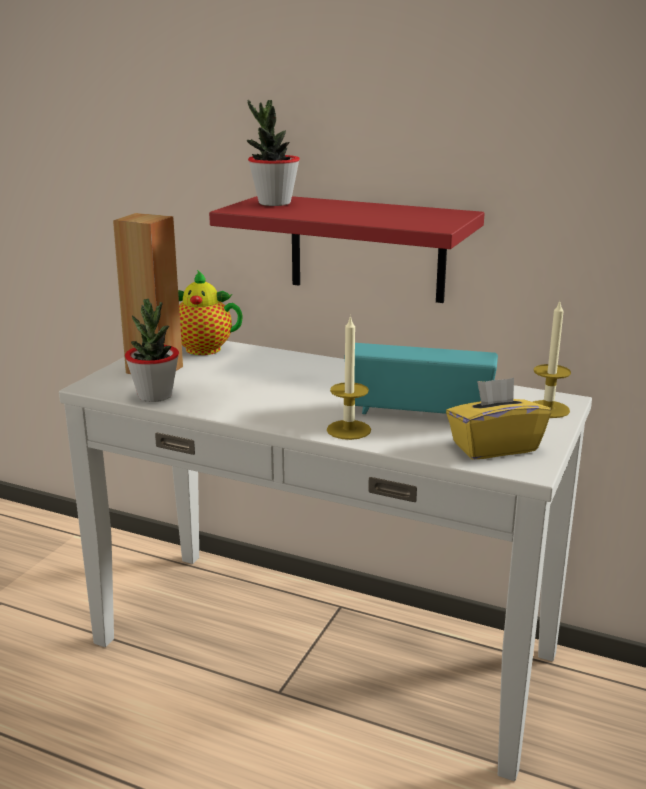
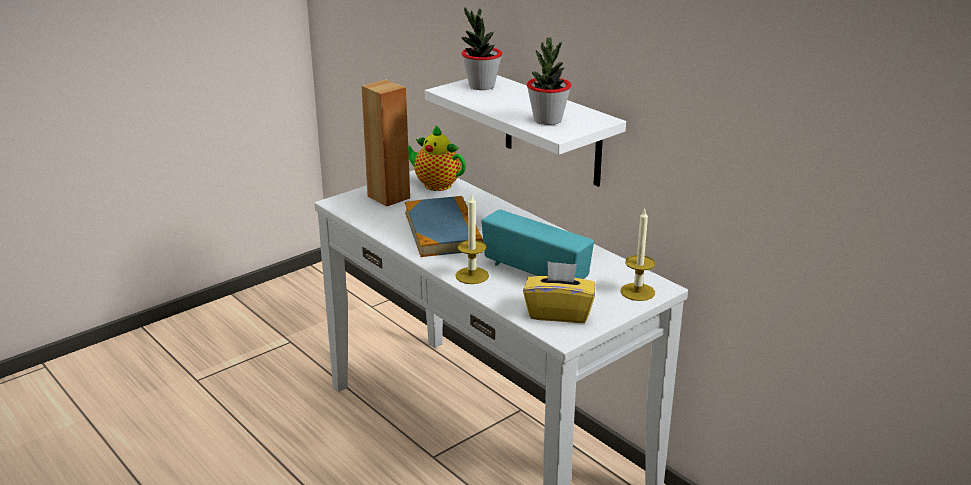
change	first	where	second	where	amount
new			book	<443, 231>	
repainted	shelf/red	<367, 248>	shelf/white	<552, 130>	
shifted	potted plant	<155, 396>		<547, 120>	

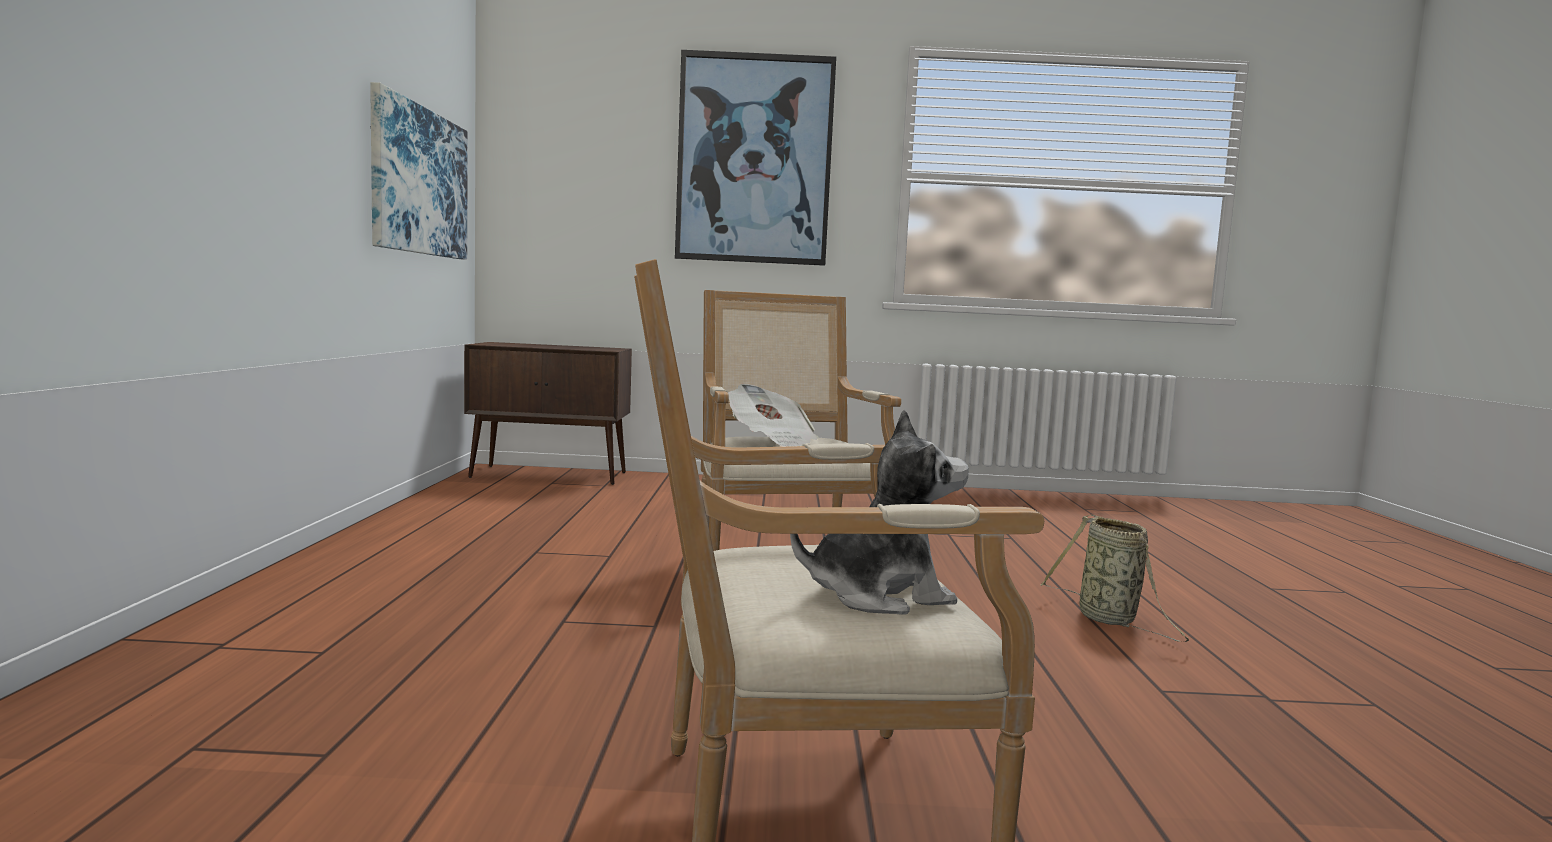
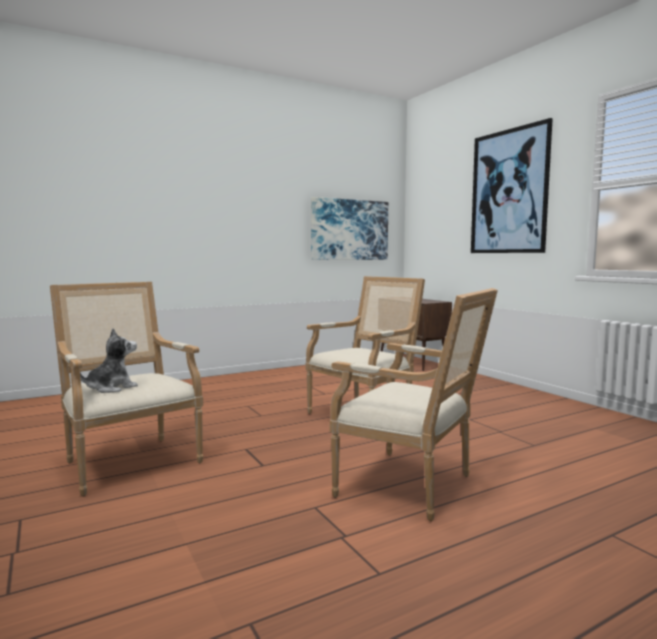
change	first	where	second	where	amount
rotated	plush toy	<879, 595>		<111, 388>	90 degrees counterclockwise
swapped	basket	<1110, 620>	armchair	<412, 486>	
gone	newspaper	<771, 441>			

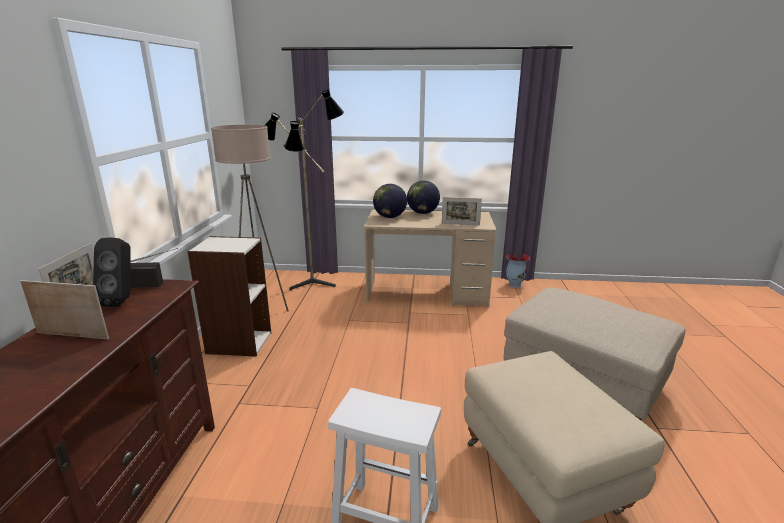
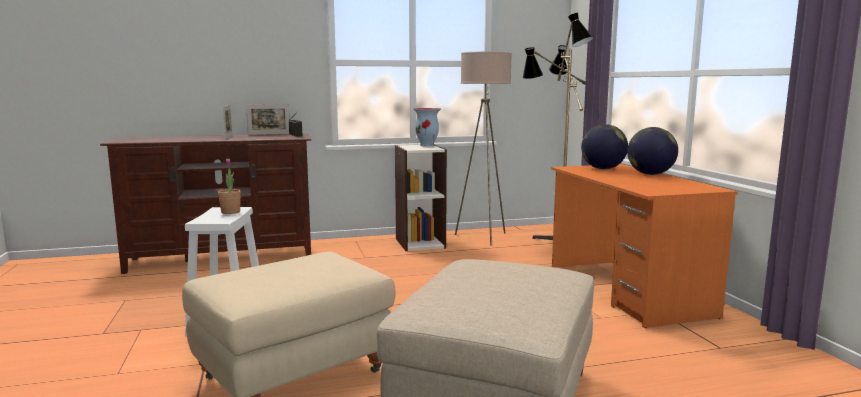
change	first	where	second	where	amount
new			potted plant	<230, 212>	
shifted	vase	<514, 285>		<427, 145>	
repainted	desk/beige	<427, 293>	desk/orange	<626, 290>	
gone	speaker/black	<122, 300>			
gone	picture frame	<460, 224>			

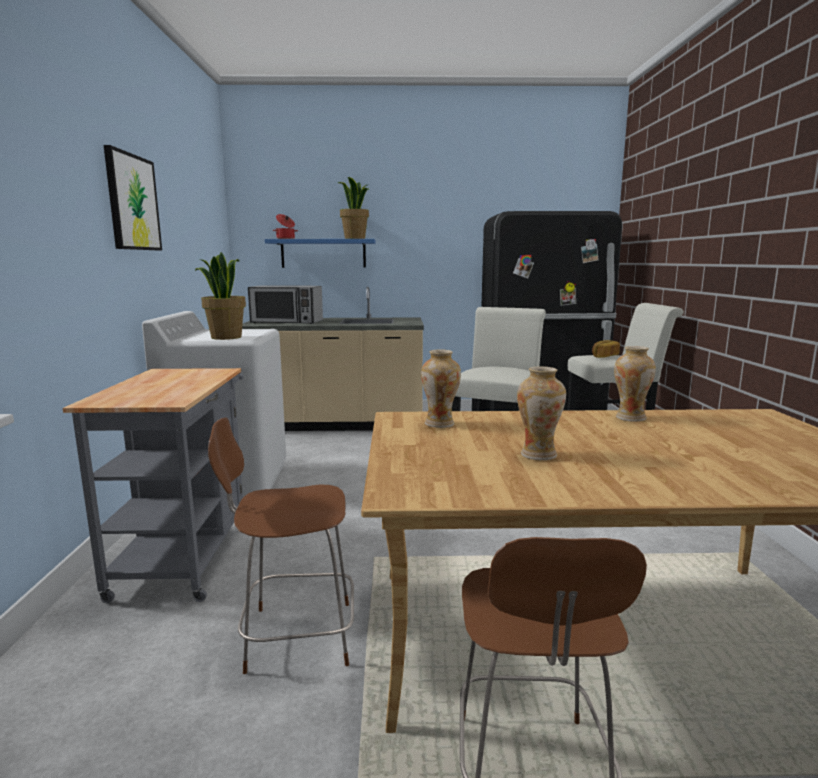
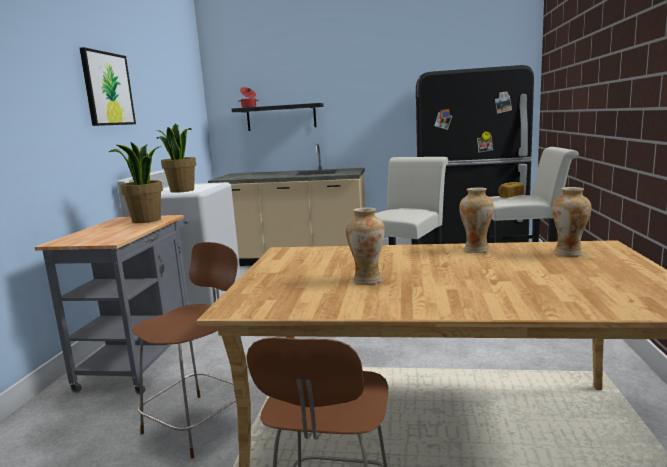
change	first	where	second	where	amount
shifted	potted plant	<355, 239>		<146, 220>	
rotated	chair/brown	<295, 636>		<199, 422>	120 degrees clockwise
repainted	shelf/blue	<323, 253>	shelf/black	<281, 117>	
shifted	vase	<440, 424>		<568, 253>	
gone	microwave	<287, 322>			

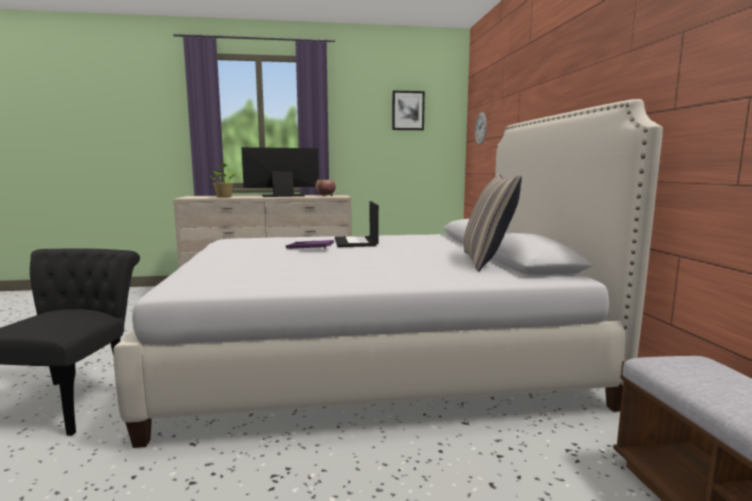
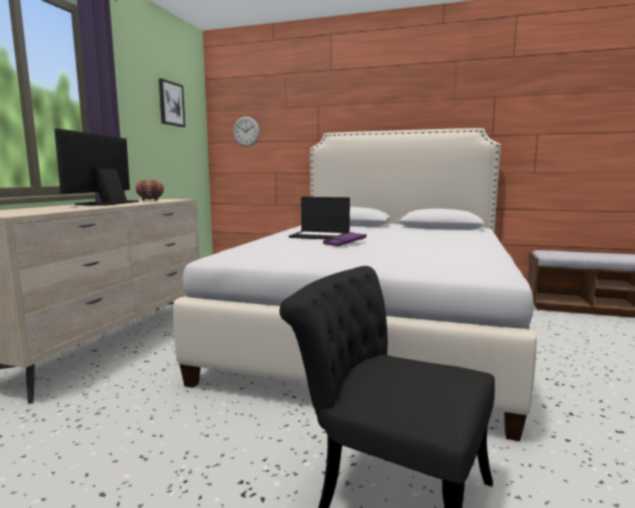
change	first	where	second	where	amount
gone	potted plant	<224, 197>			
gone	pillow	<487, 261>			

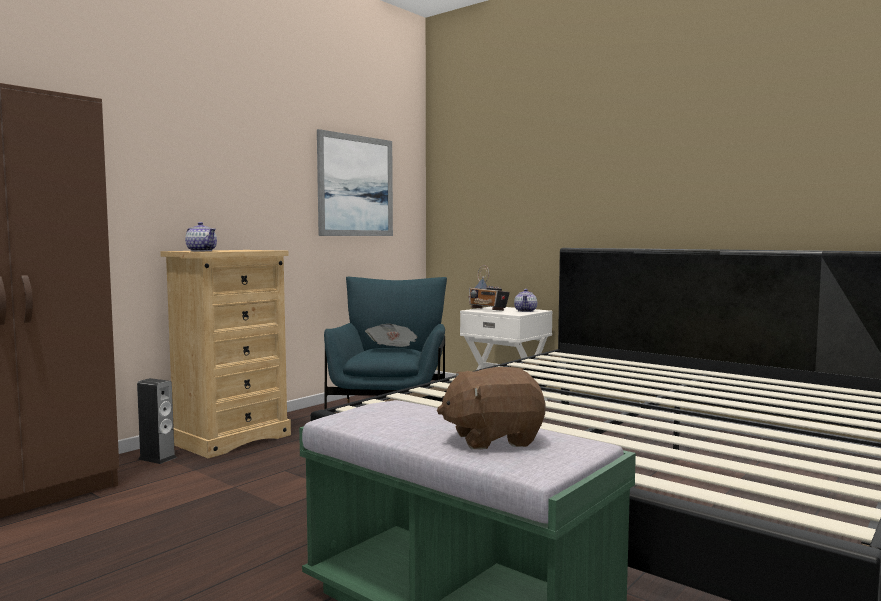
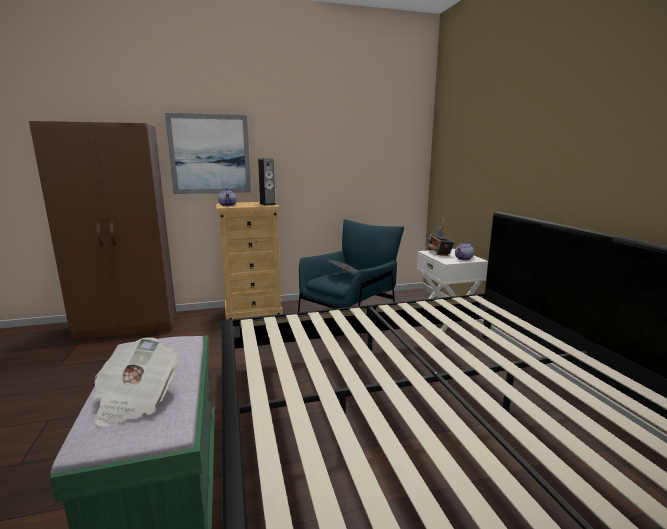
change	first	where	second	where	amount
swapped	plush toy/brown	<492, 439>	newspaper	<135, 400>	
shifted	picture	<356, 186>		<210, 154>	
shifted	speaker	<157, 458>		<267, 204>	

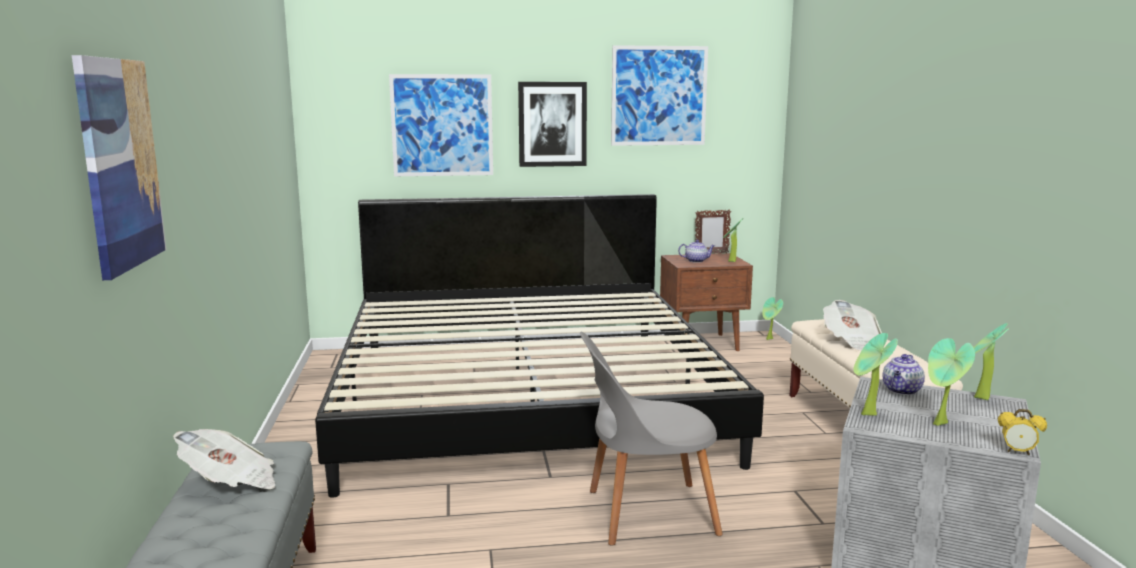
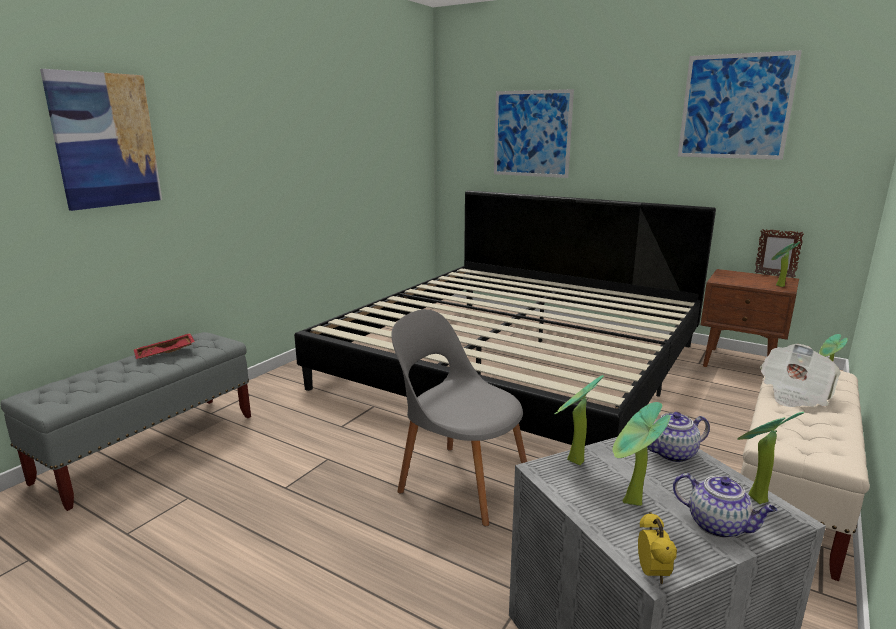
change	first	where	second	where	amount
swapped	newspaper	<231, 483>	tray/red	<165, 353>	
rotated	alarm clock	<1017, 452>		<652, 574>	150 degrees counterclockwise
shifted	teapot	<696, 261>		<719, 526>	
gone	picture	<552, 124>			

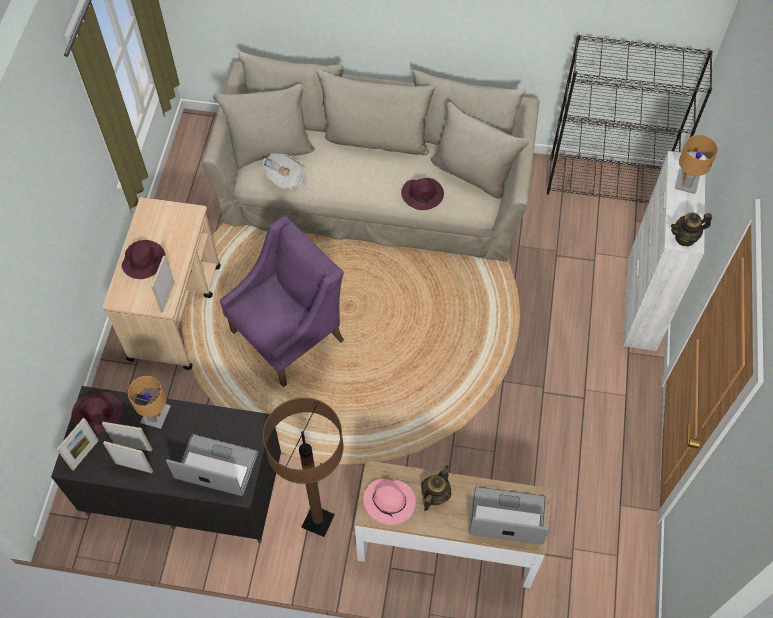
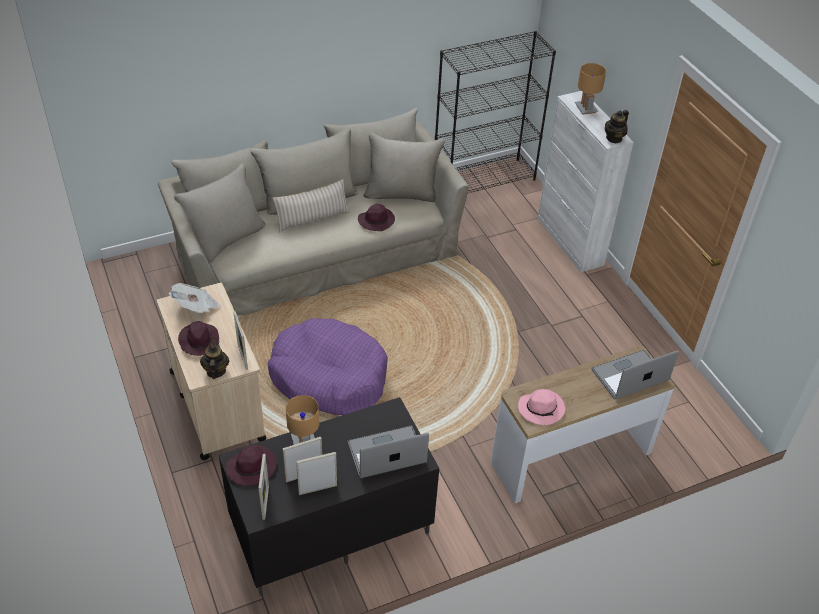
change	first	where	second	where	amount
shifted	newspaper	<287, 179>		<196, 307>	
shifted	teapot	<434, 495>		<215, 371>	
swapped	armchair/purple	<289, 335>	dog bed/purple	<329, 377>	
new			pillow/beige	<312, 218>	
gone	floor lamp/brown	<318, 521>			

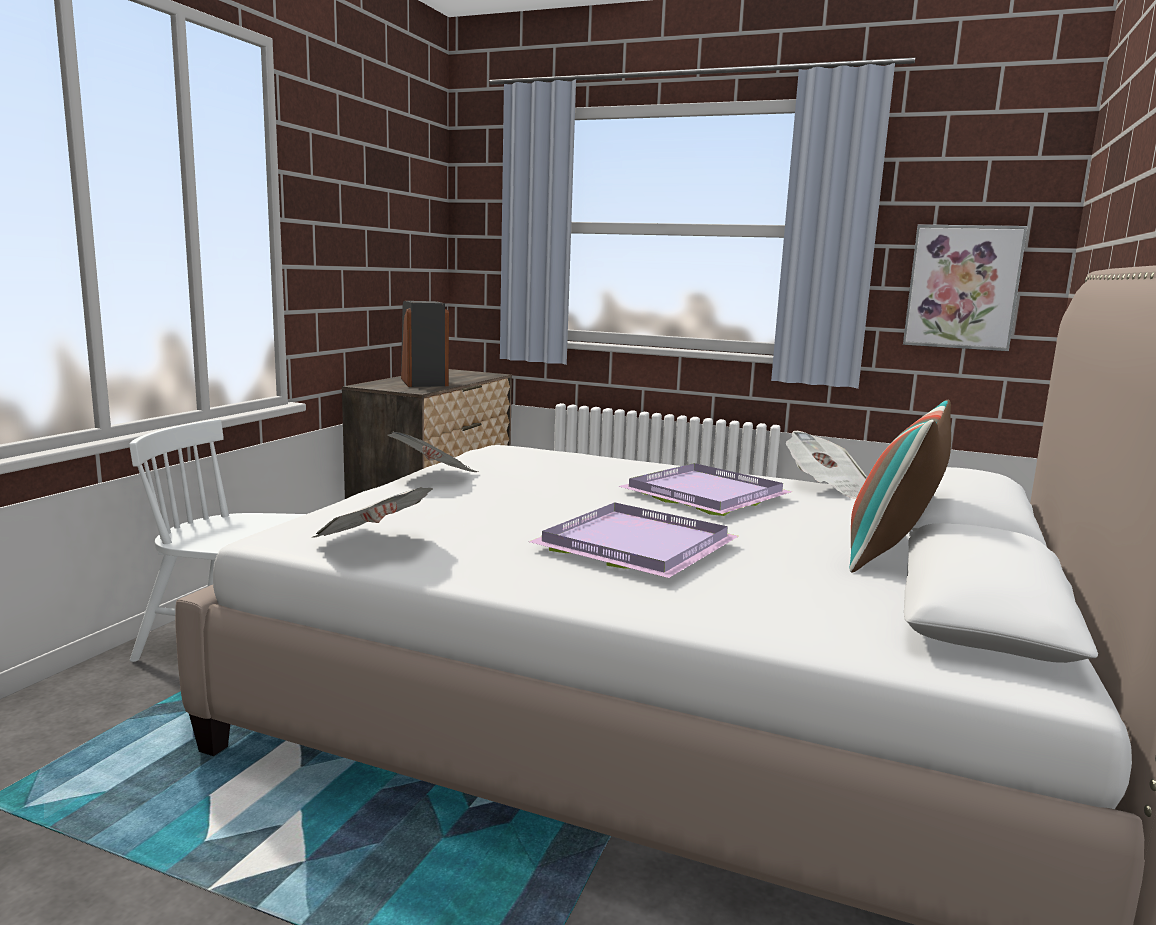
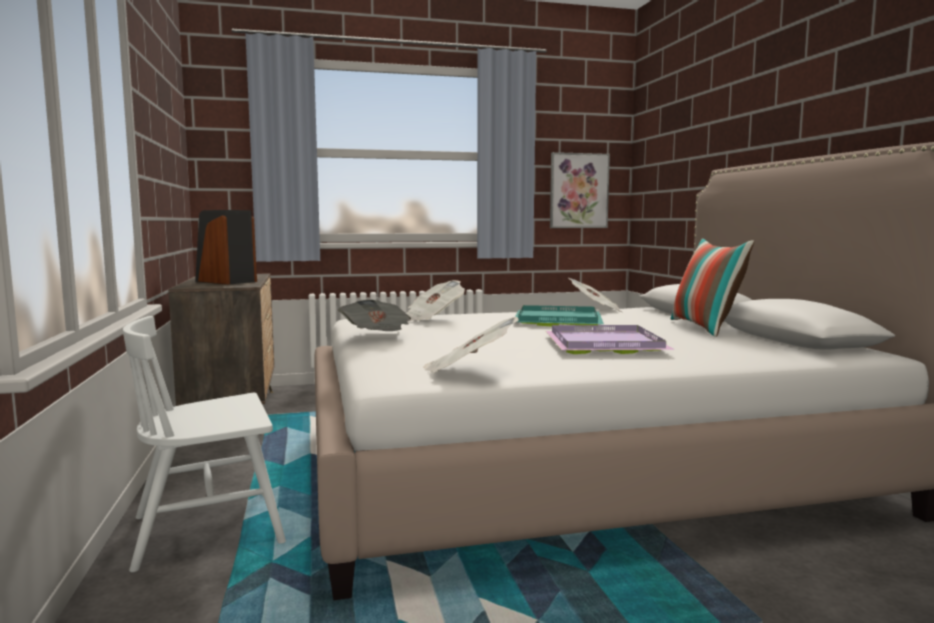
change	first	where	second	where	amount
new			newspaper	<431, 318>	
repainted	tray/purple	<705, 495>	tray/turquoise	<559, 321>	

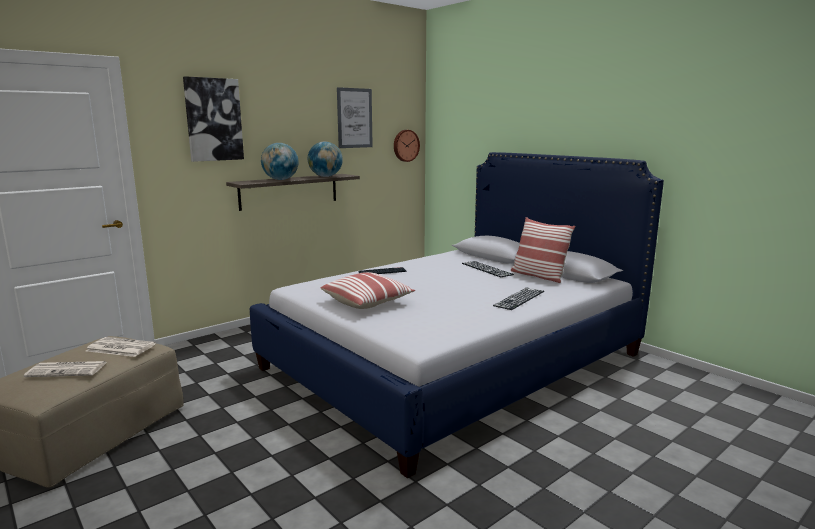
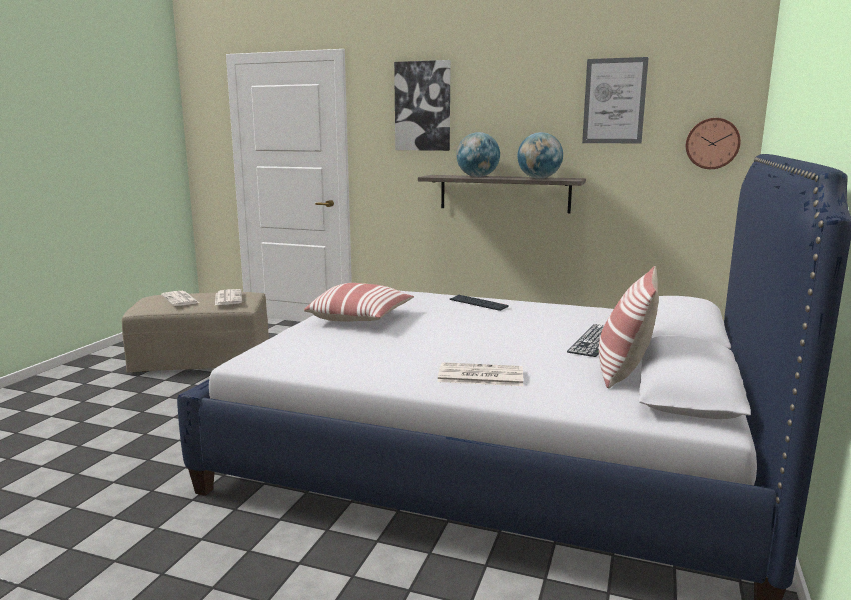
change	first	where	second	where	amount
swapped	keyboard	<519, 298>	newspaper	<479, 376>	

